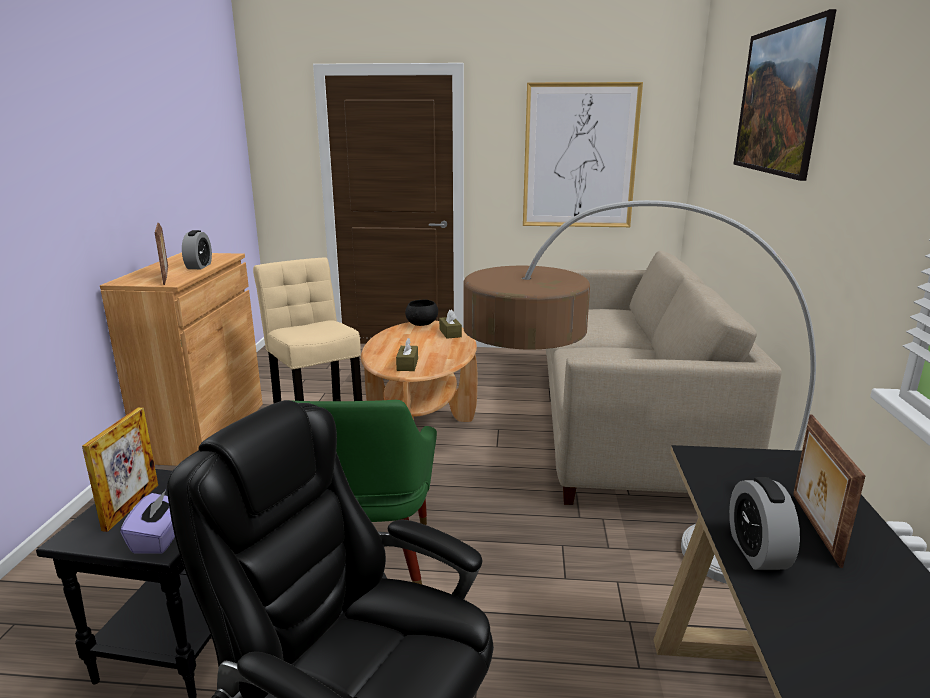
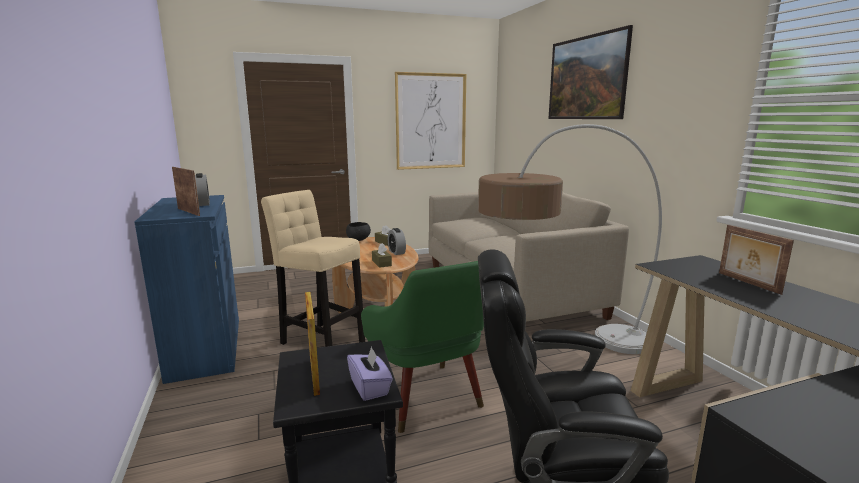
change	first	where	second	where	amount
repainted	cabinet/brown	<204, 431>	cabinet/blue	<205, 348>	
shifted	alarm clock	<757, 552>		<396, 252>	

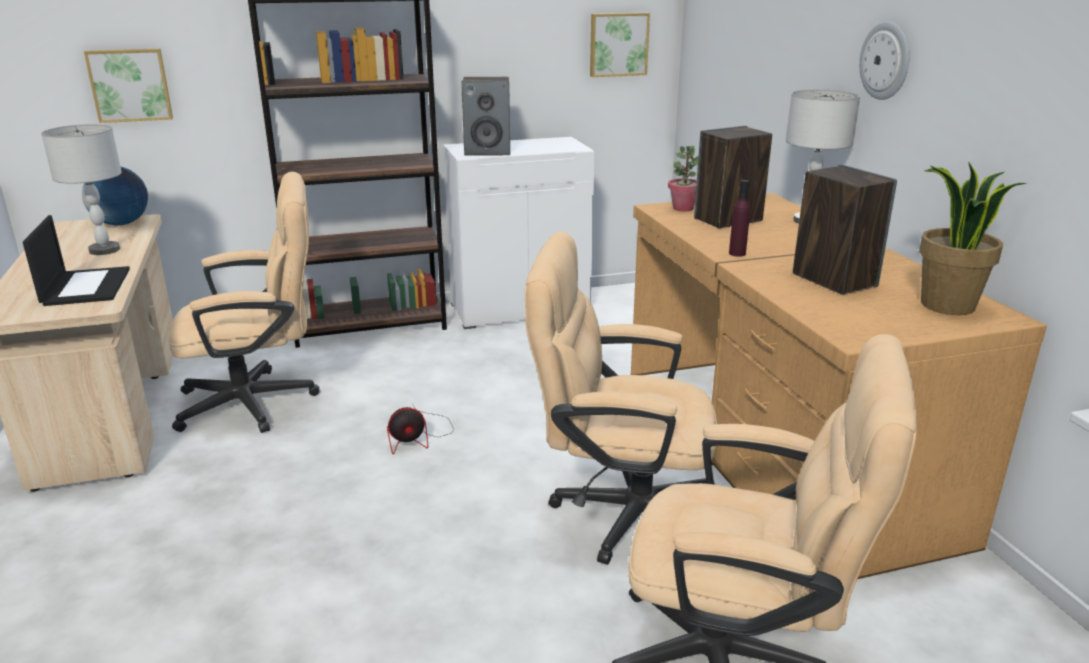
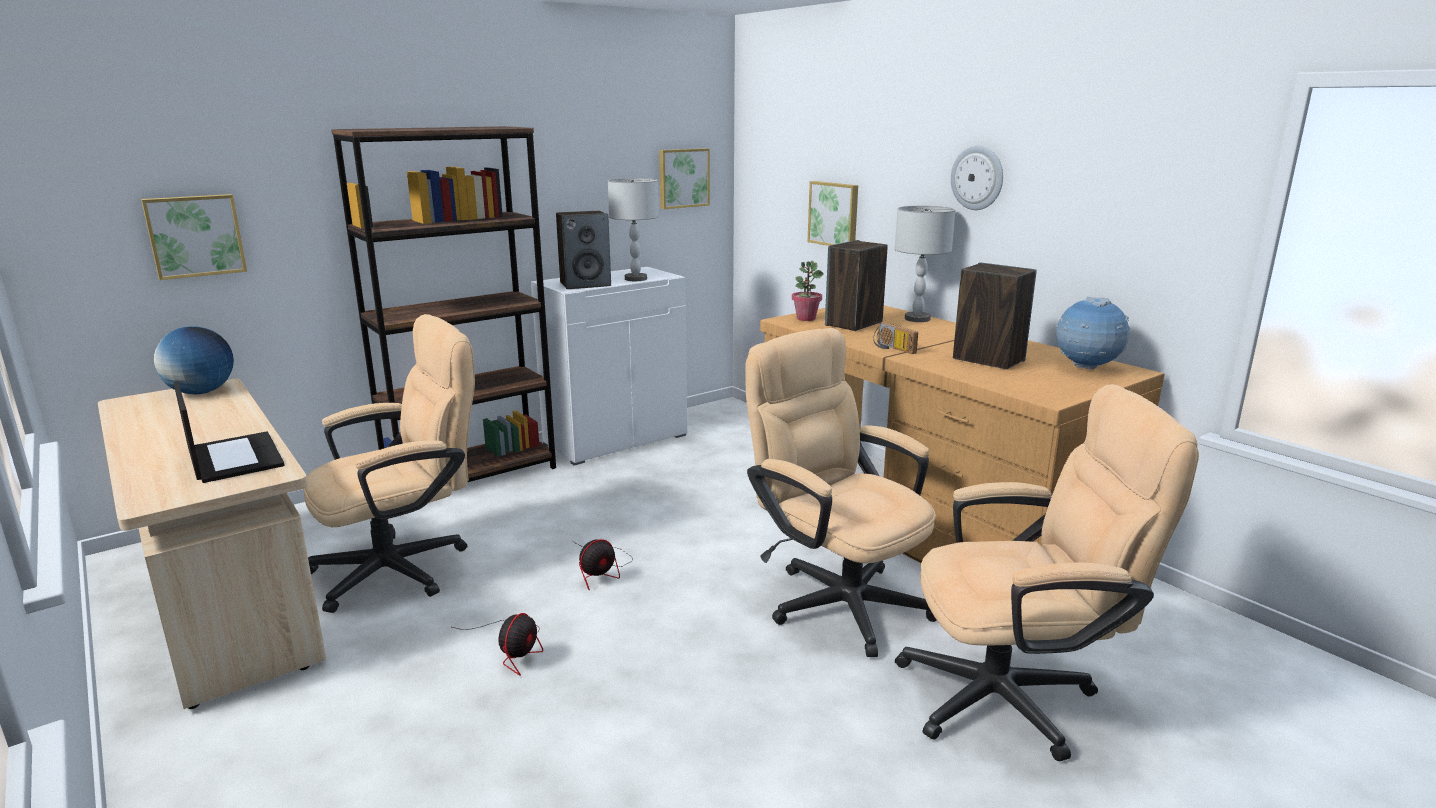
change	first	where	second	where	amount
new			fan	<514, 649>	
shifted	table lamp/grey	<104, 250>		<635, 279>	
rotated	office chair/beige	<619, 512>		<836, 598>	60 degrees clockwise
new			picture	<834, 214>	
swapped	bottle/purple	<737, 253>	radio	<892, 348>	
swapped	potted plant	<947, 305>	globe	<1086, 368>	

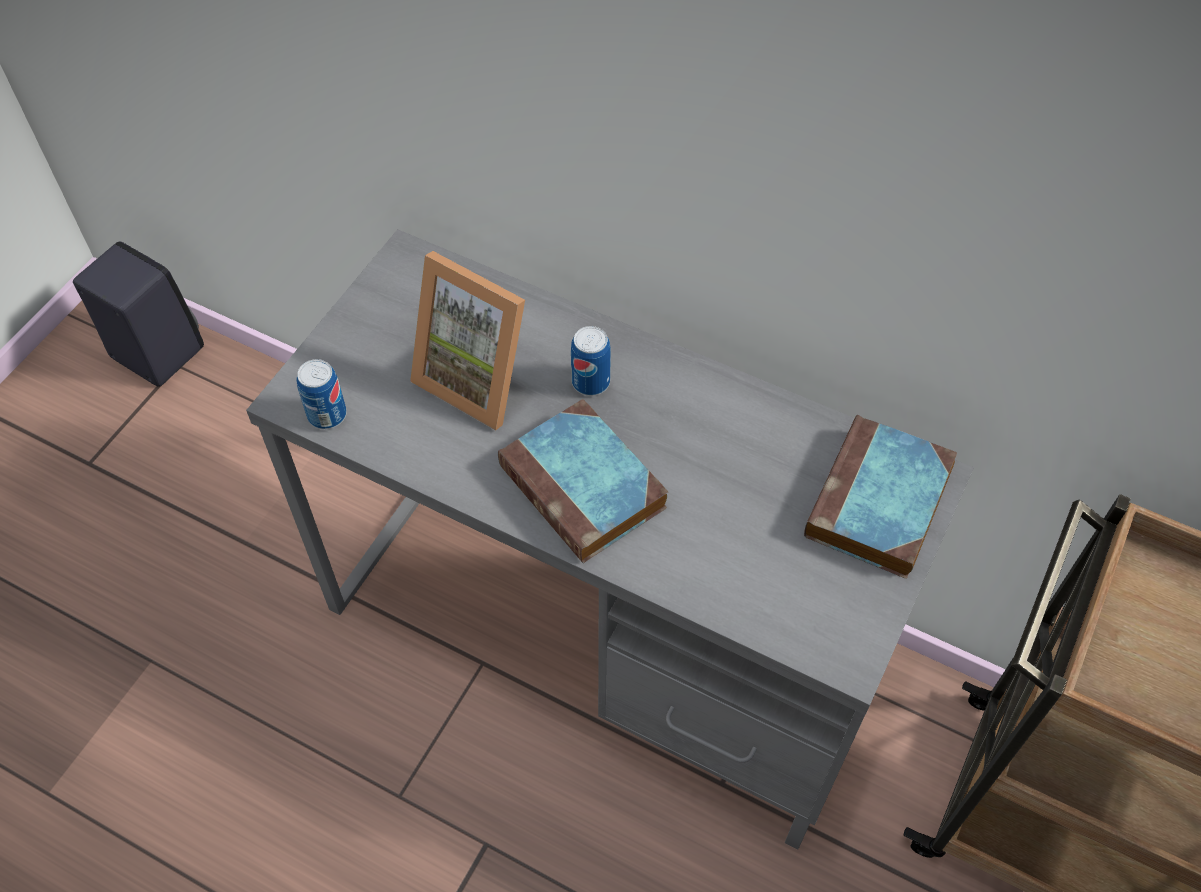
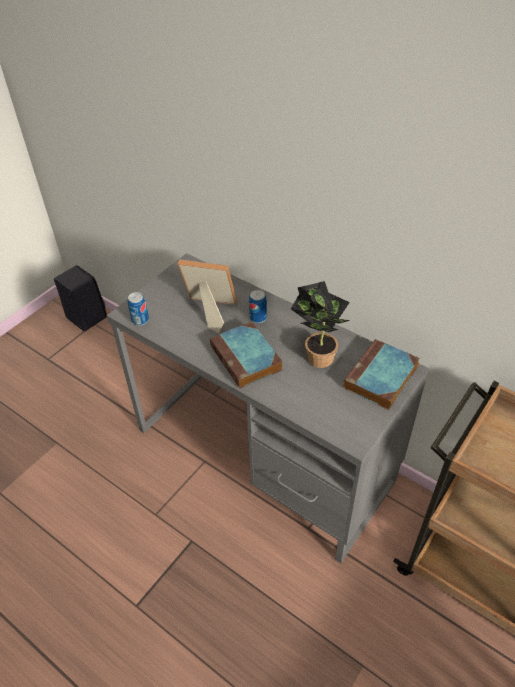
change	first	where	second	where	amount
rotated	picture frame	<479, 377>		<209, 311>	150 degrees clockwise
new			potted plant	<317, 355>	

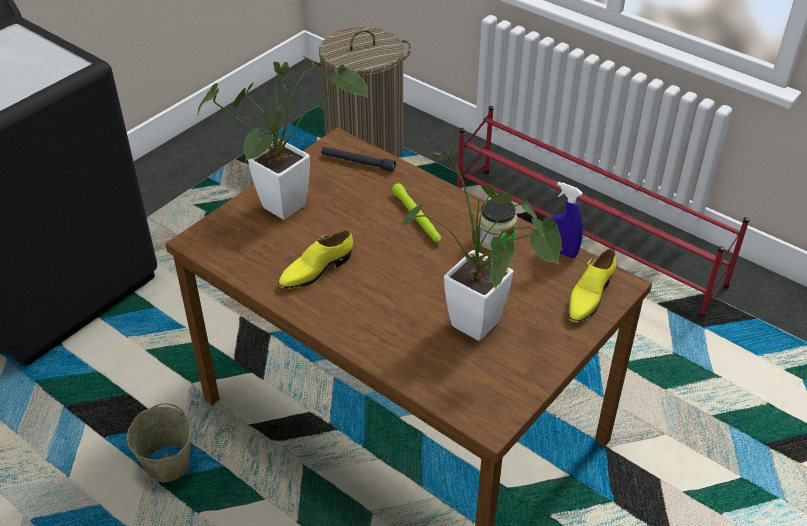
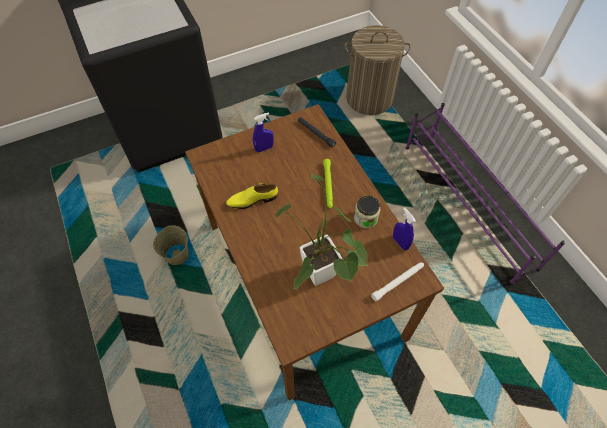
change	first	where	second	where	amount
swapped	potted plant	<291, 202>	spray bottle/blue	<264, 148>	
swapped	shoe/yellow	<589, 296>	flashlight/white	<398, 282>	
repainted	shoe rack/red	<586, 239>	shoe rack/purple	<467, 205>	

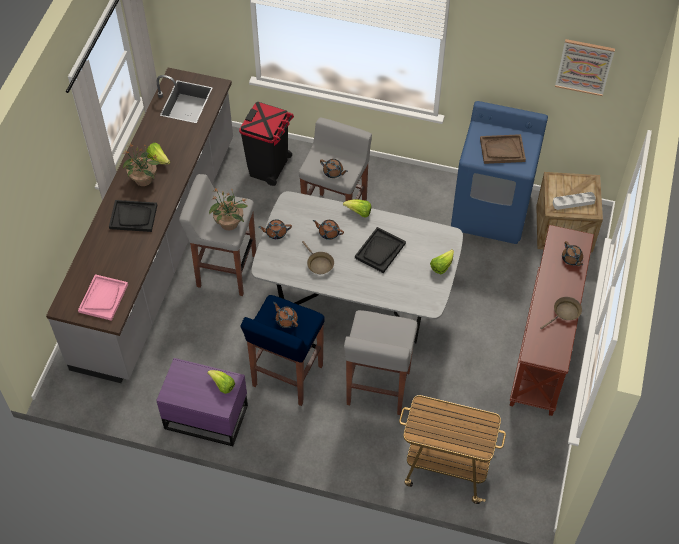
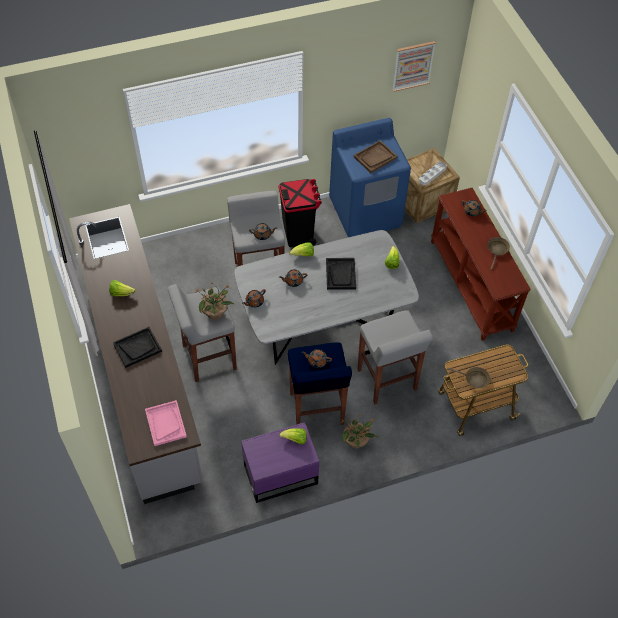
change	first	where	second	where	amount
shifted	trash can/black	<269, 167>		<298, 234>	
shifted	potted plant	<144, 180>		<356, 441>	
shifted	frying pan/brown	<319, 264>		<474, 379>	

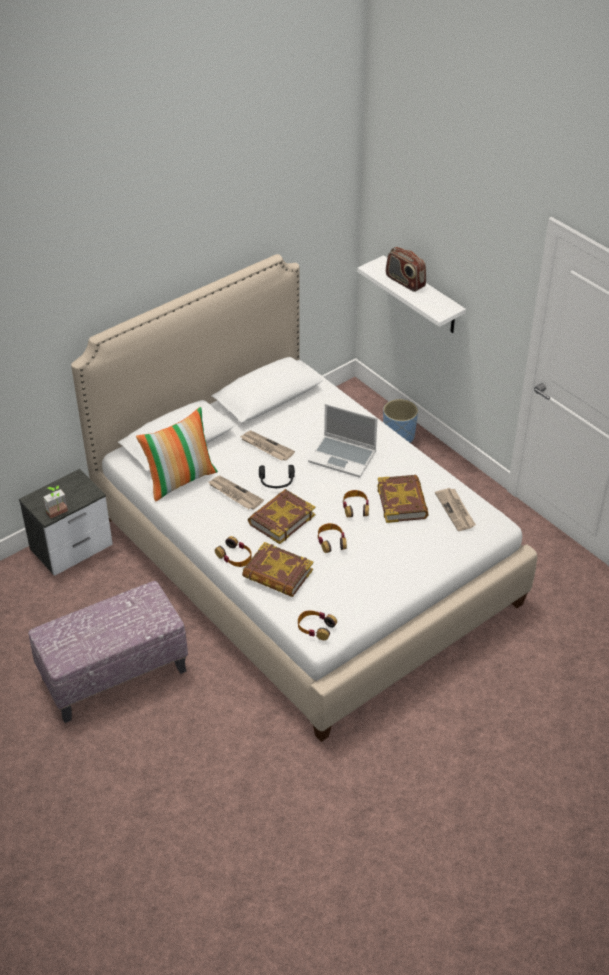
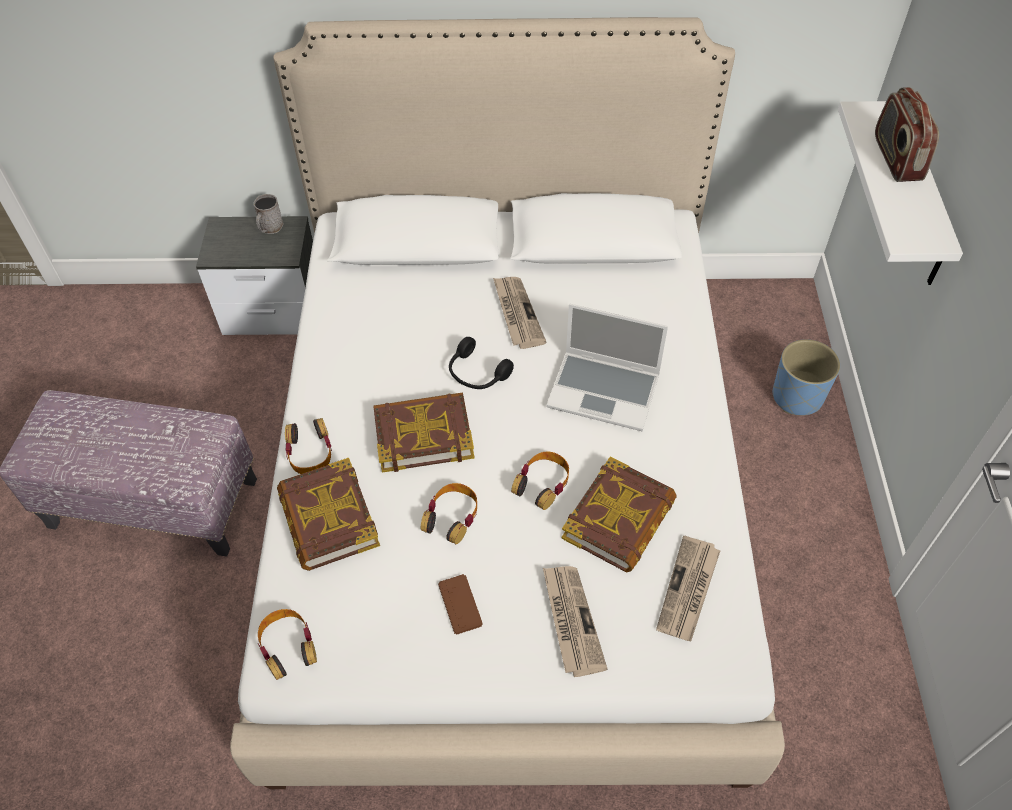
change	first	where	second	where	amount
new			mug/grey	<270, 228>	
new			game controller/brown	<460, 604>	
shifted	newspaper	<234, 494>		<571, 620>	
rotated	laptop	<343, 457>		<605, 391>	45 degrees counterclockwise
gone	potted plant	<59, 514>			
gone	pillow	<180, 479>			

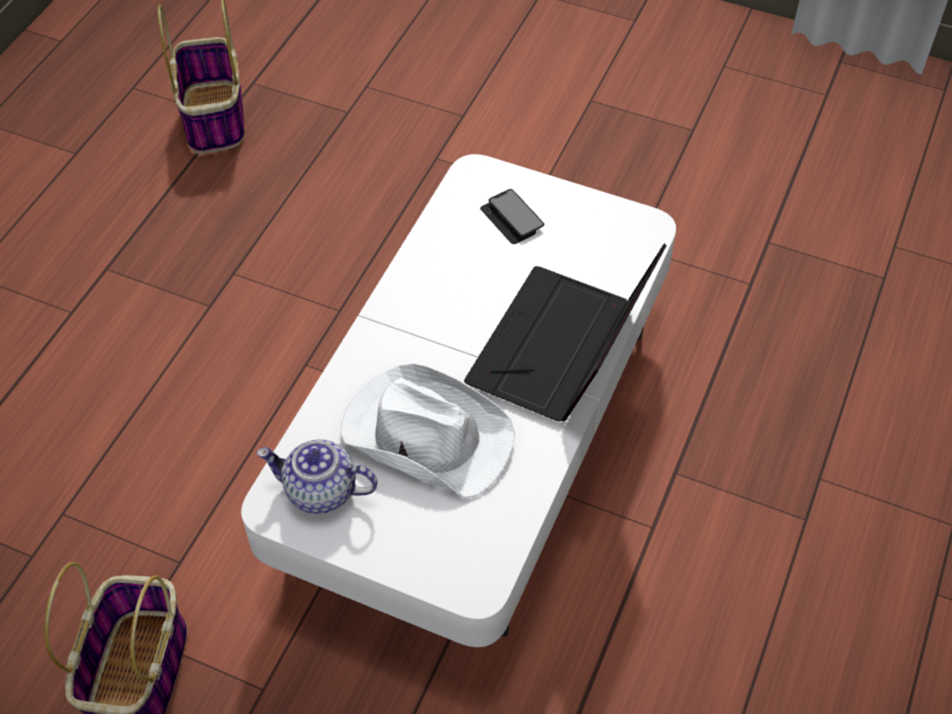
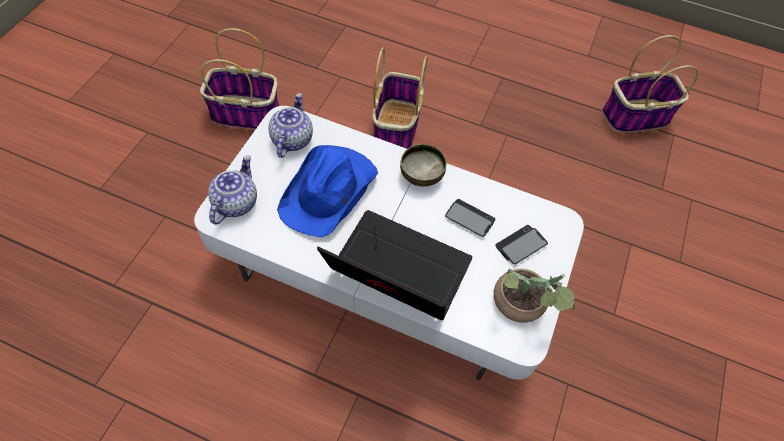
change	first	where	second	where	amount
new			teapot	<235, 202>	
repainted	hat/white	<426, 433>	hat/blue	<329, 191>	
new			basket	<396, 128>	
new			bowl	<422, 175>	
new			phone	<469, 218>	
new			potted plant	<522, 306>	

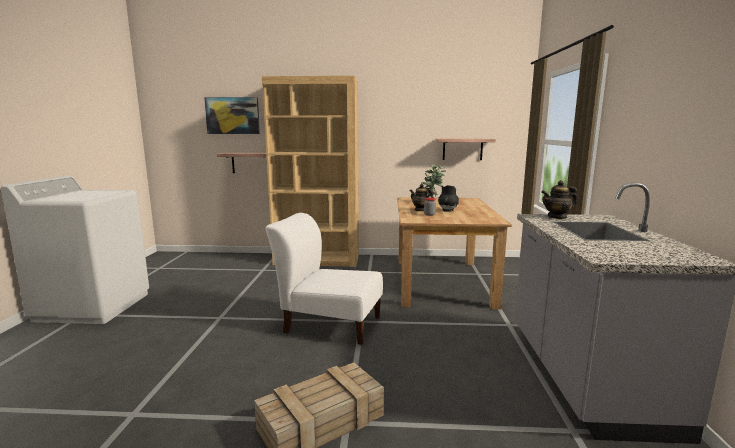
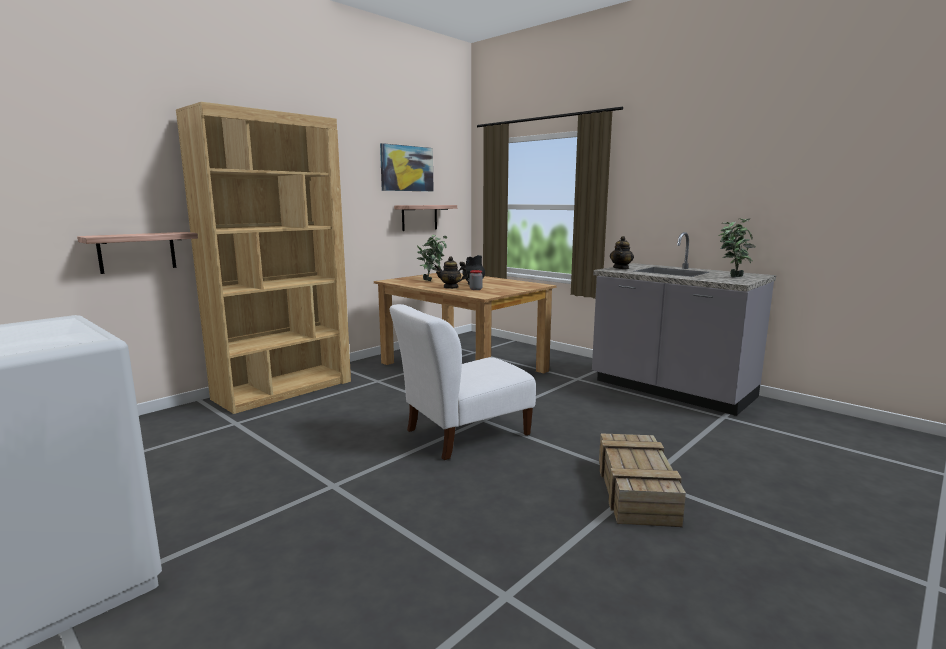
change	first	where	second	where	amount
shifted	picture	<232, 115>		<406, 168>	
new			potted plant	<732, 276>	

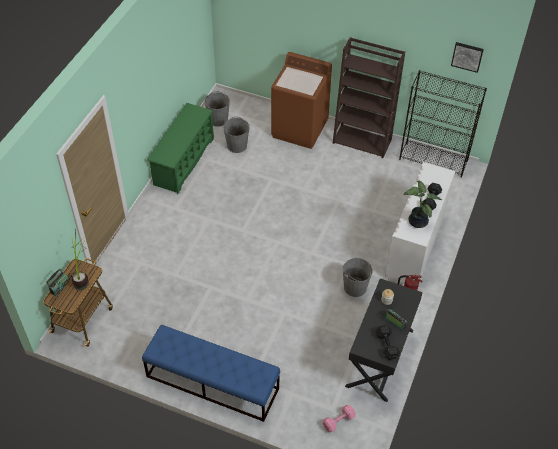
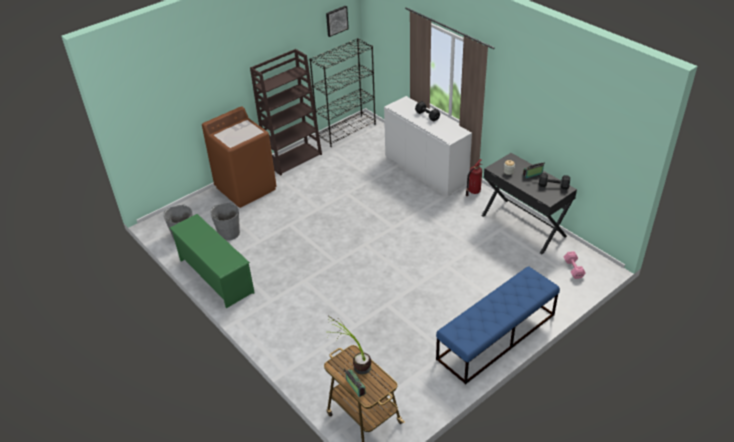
change	first	where	second	where	amount
gone	bucket/grey	<355, 287>			
gone	potted plant	<416, 221>			

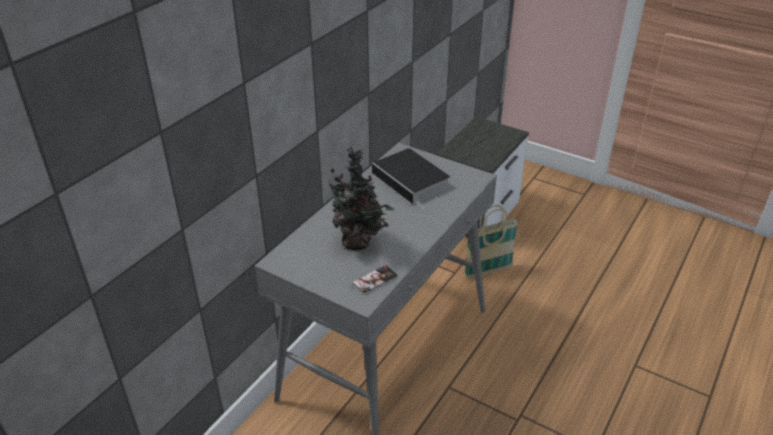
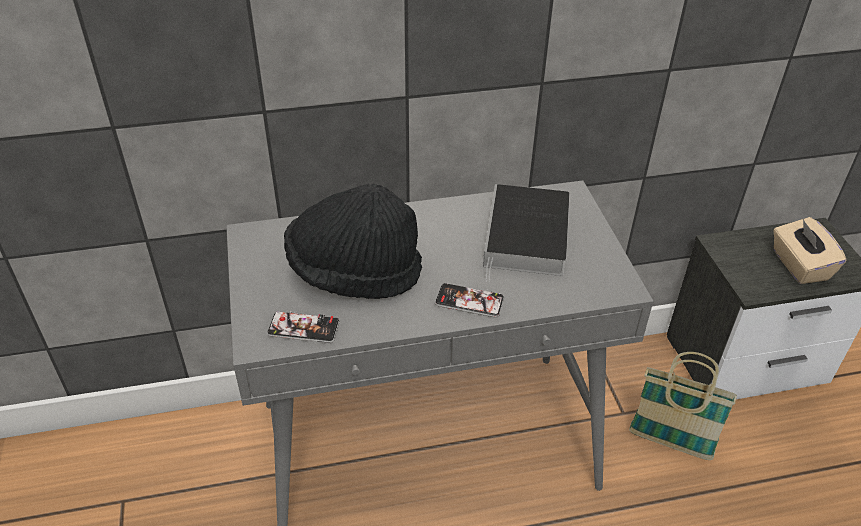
change	first	where	second	where	amount
swapped	potted plant	<359, 243>	hat/black	<354, 272>	
new			phone	<469, 301>	
new			tissue box/beige	<799, 265>	

